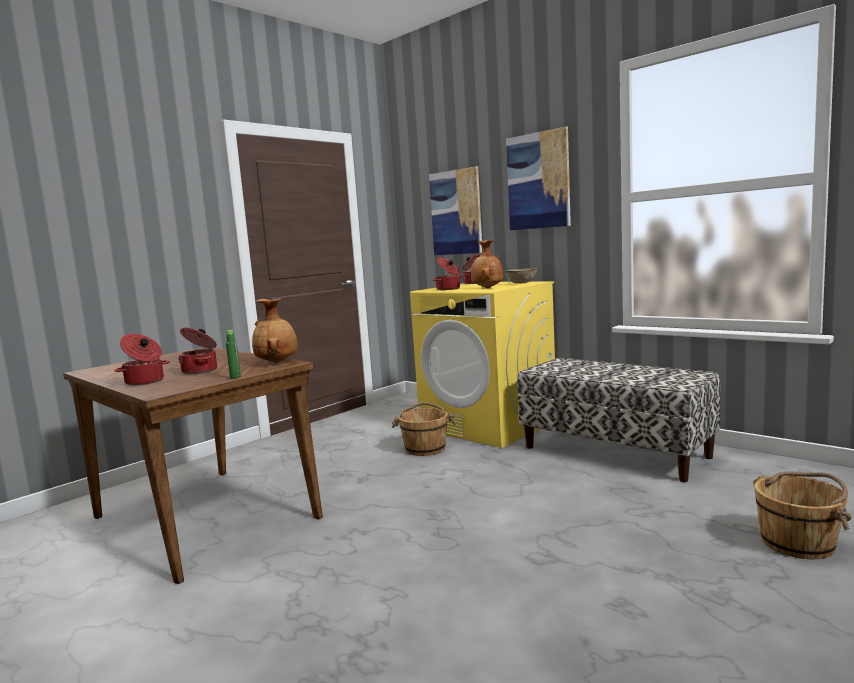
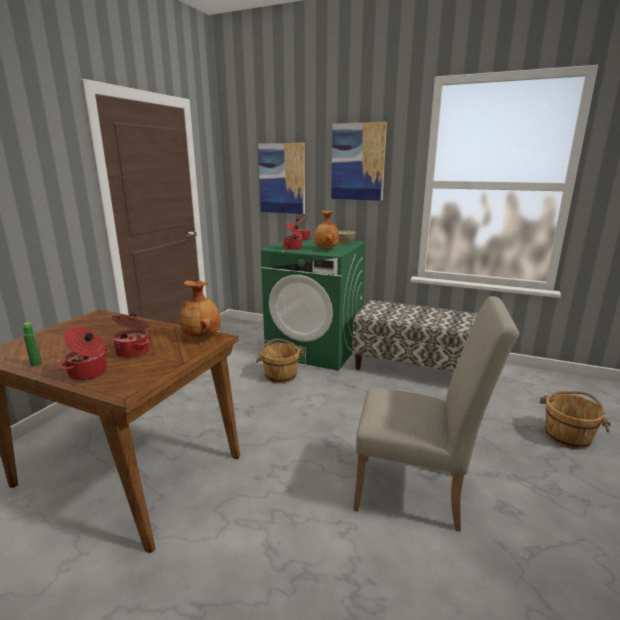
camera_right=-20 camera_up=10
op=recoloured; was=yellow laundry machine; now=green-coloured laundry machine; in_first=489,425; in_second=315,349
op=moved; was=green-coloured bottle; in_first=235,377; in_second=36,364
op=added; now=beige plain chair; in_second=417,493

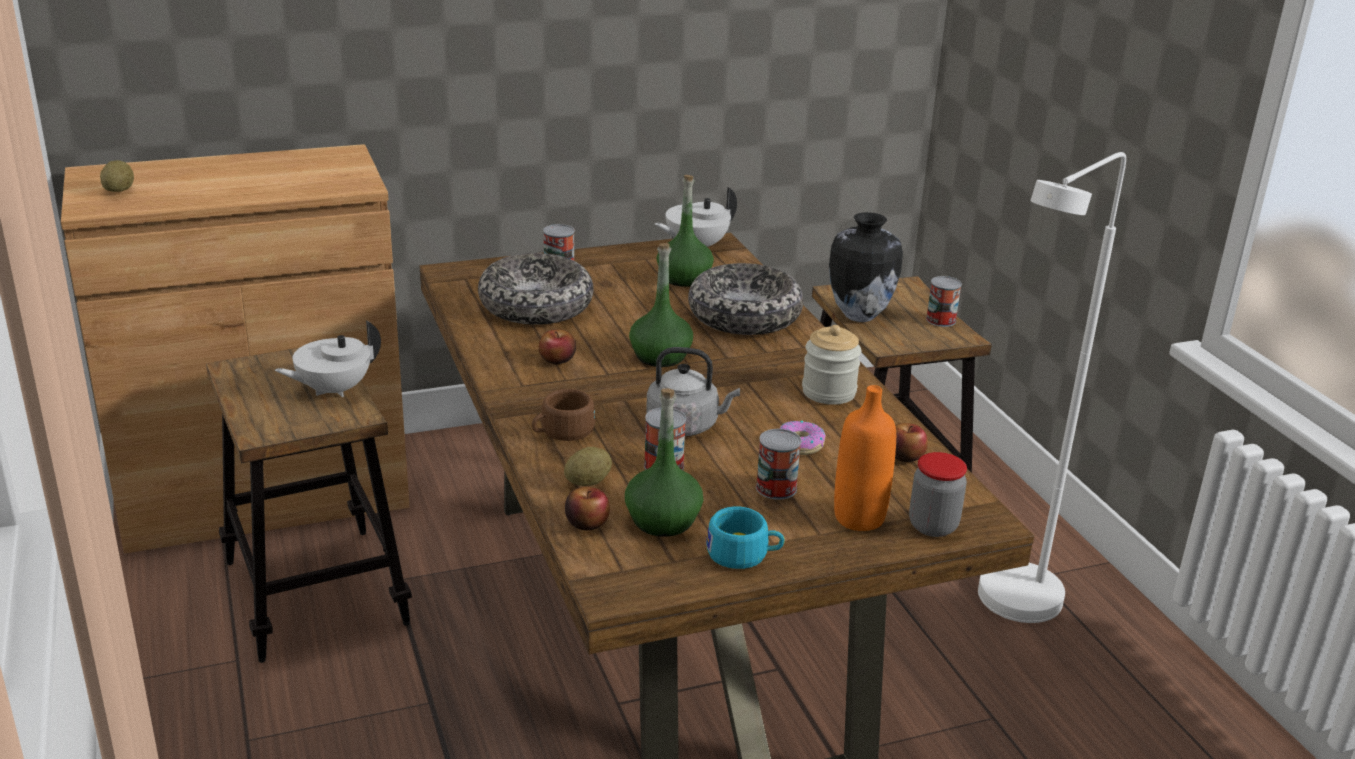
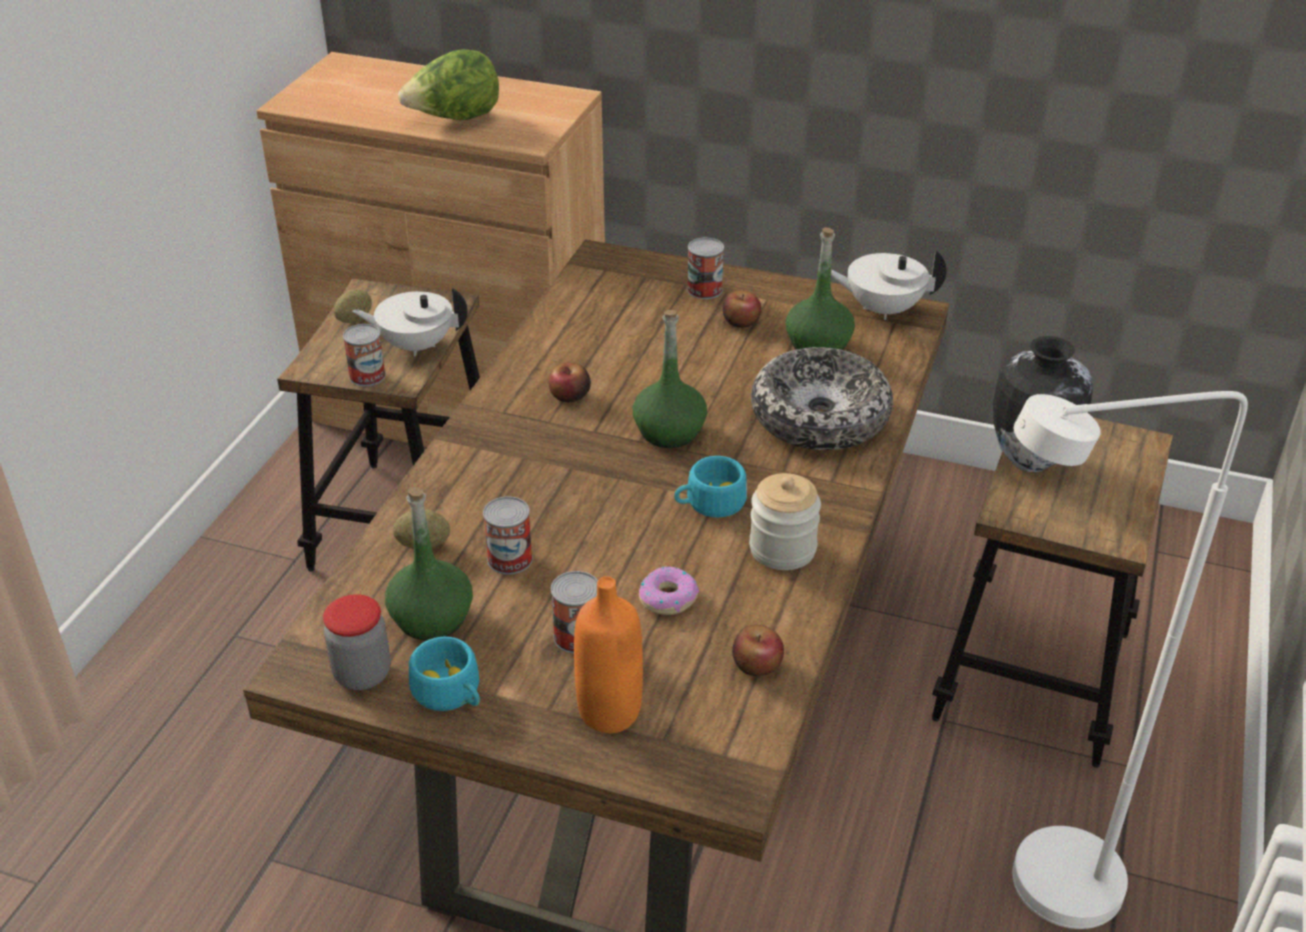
camera_right=40 camera_up=10
op=moved; was=potato; in_first=119,191; in_second=354,319
op=removed; was=serving bowl; in_first=536,305
op=moved; was=can; in_first=941,320; in_second=367,376
op=removed; was=gray kettle; in_first=686,426
op=removed; was=brown drinking cup; in_first=562,432
op=moved; was=jar; in_first=933,526; in_second=362,674
op=moved; was=apple; in_first=587,523; in_second=741,321
op=added; now=head of lettuce; in_second=455,119
op=added; now=turquoise-coloured drinking cup; in_second=709,503

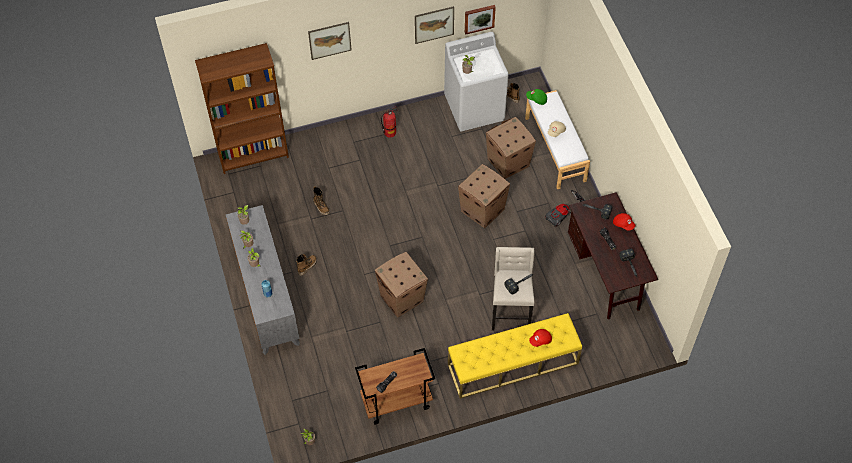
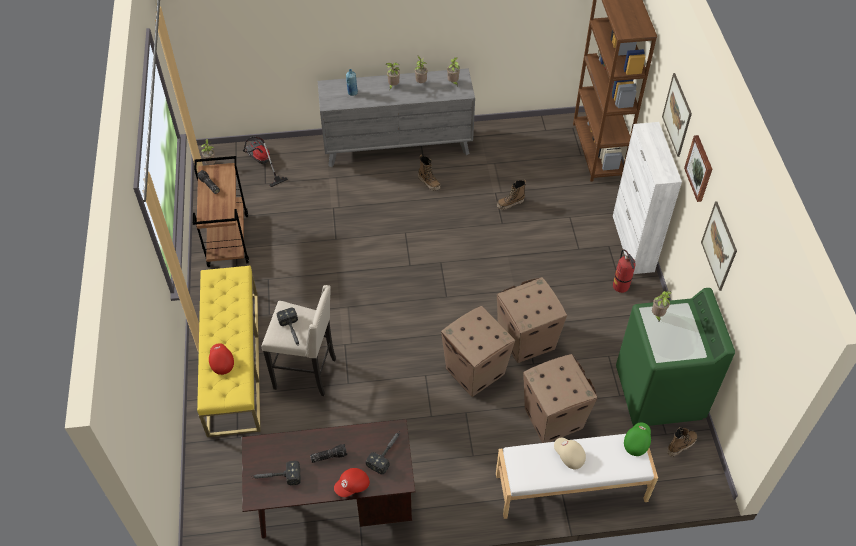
camera_right=100 camera_up=-5
op=moved; was=wall art; in_first=479,18; in_second=700,168
op=recoloured; was=white-coloured laundry machine; now=green-coloured laundry machine; in_first=475,108; in_second=659,393
op=moved; was=vacuum cleaner; in_first=564,214; in_second=262,163
op=moved; was=cardboard box; in_first=402,298; in_second=525,340
op=added; now=white-coloured cupboard; in_second=633,243

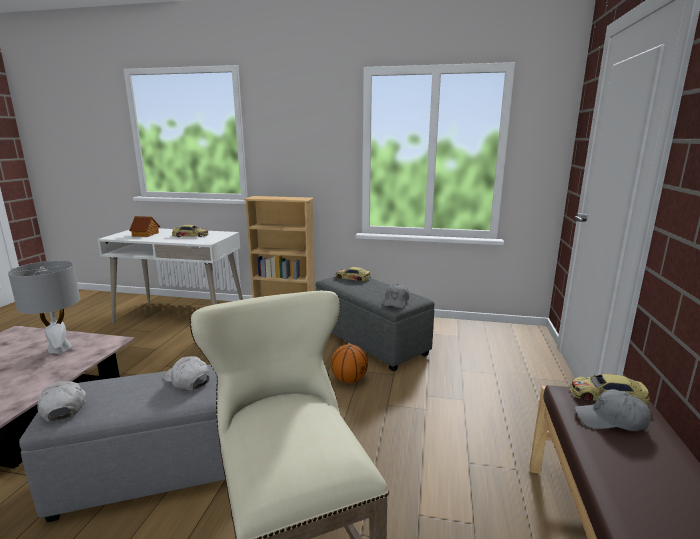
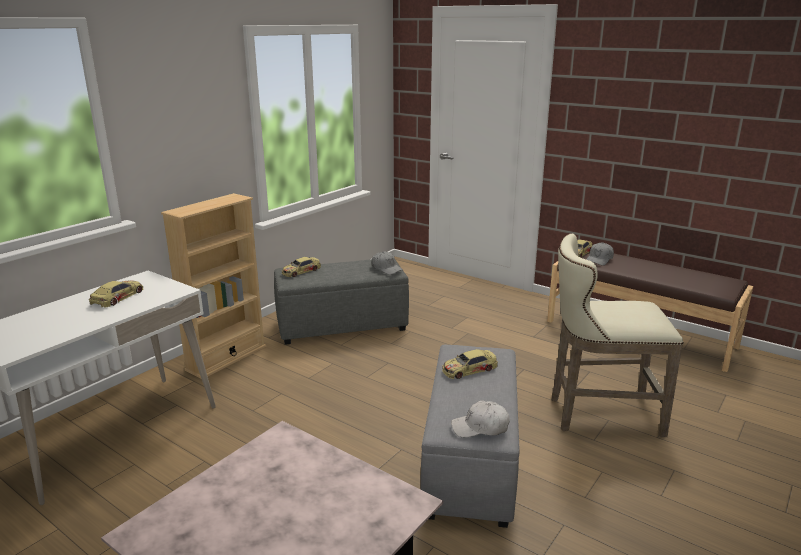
camera_right=-65 camera_up=5
op=removed; was=model house; in_first=146,234
op=removed; was=gray table lamp; in_first=59,349
op=removed; was=basketball ball; in_first=349,380
op=replaced; was=white-coloured baseball cap; now=model car; in_first=187,380; in_second=469,369

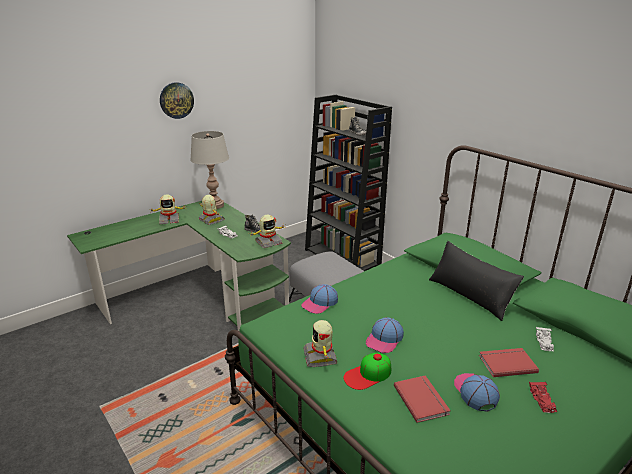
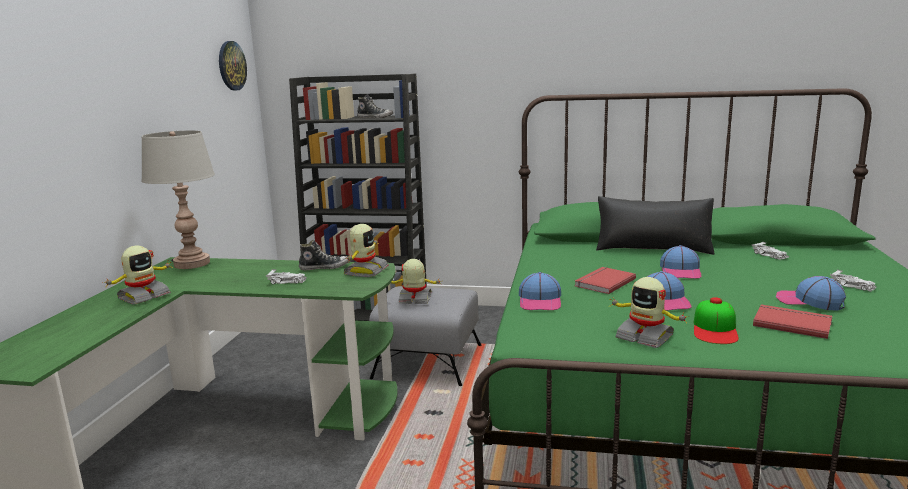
camera_right=-40 camera_up=-10
op=moved; was=hanging clock; in_first=176,100; in_second=231,65
op=moved; was=toy robot; in_first=211,220; in_second=415,299
op=moved; was=reddish bound book; in_first=506,363; in_second=603,282
op=recoloured; was=reddish model car; now=white-coloured model car; in_first=542,400; in_second=853,286
op=added; now=baseball cap; in_second=680,271

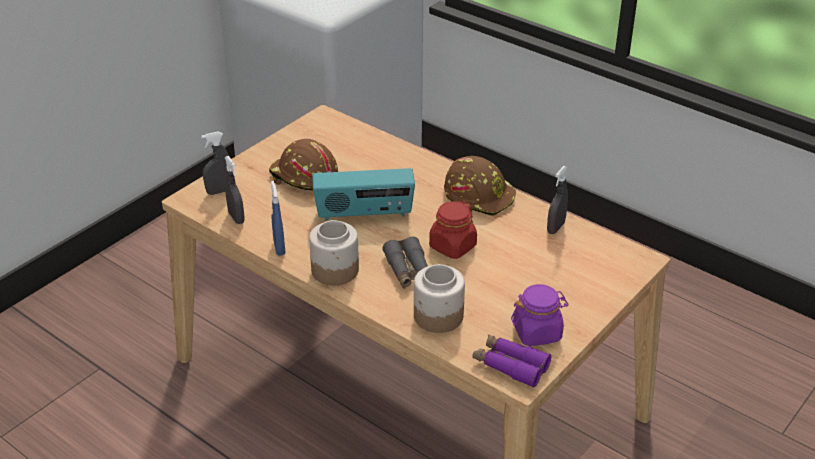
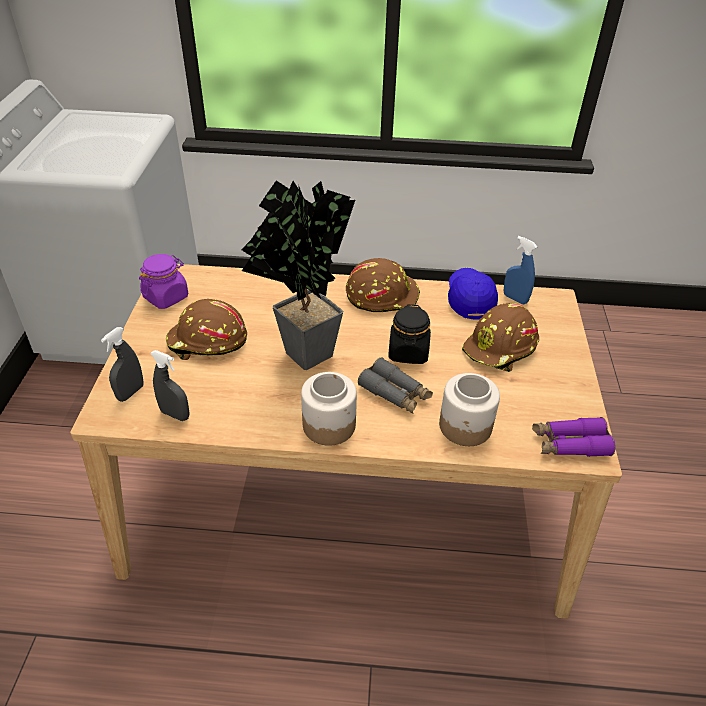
camera_right=-35 camera_up=5
op=replaced; was=gray spray bottle; now=bluish baseball cap; in_first=555,228; in_second=469,299
op=replaced; was=radio set; now=houseplant; in_first=364,214; in_second=300,354
op=moved; was=bluish spray bottle; in_first=279,248; in_second=515,298
op=recoloured; was=reddish jar; now=blackish jar; in_first=452,246; in_second=408,352
op=moved; was=purplish jar; in_first=537,332; in_second=166,297
op=added; now=brown work helmet; in_second=501,348

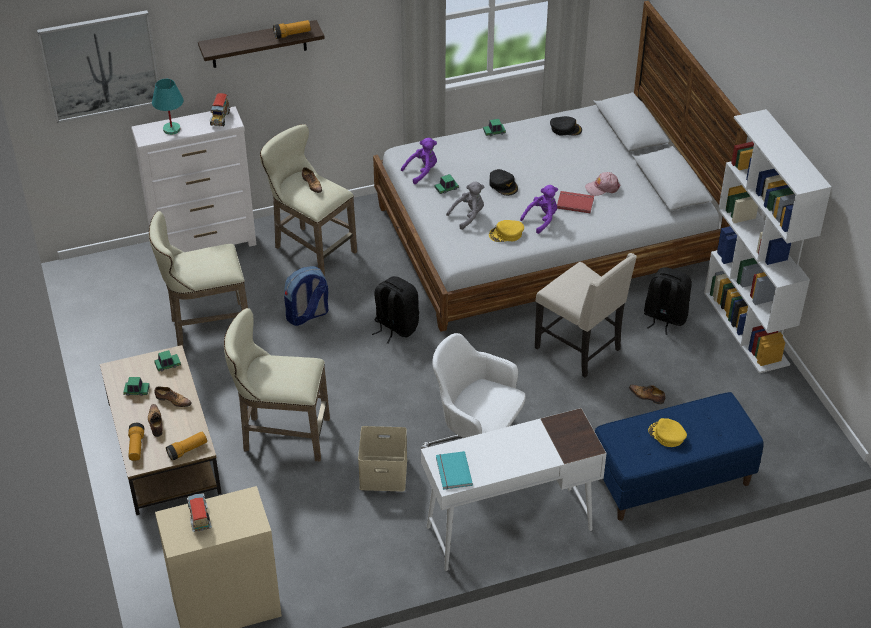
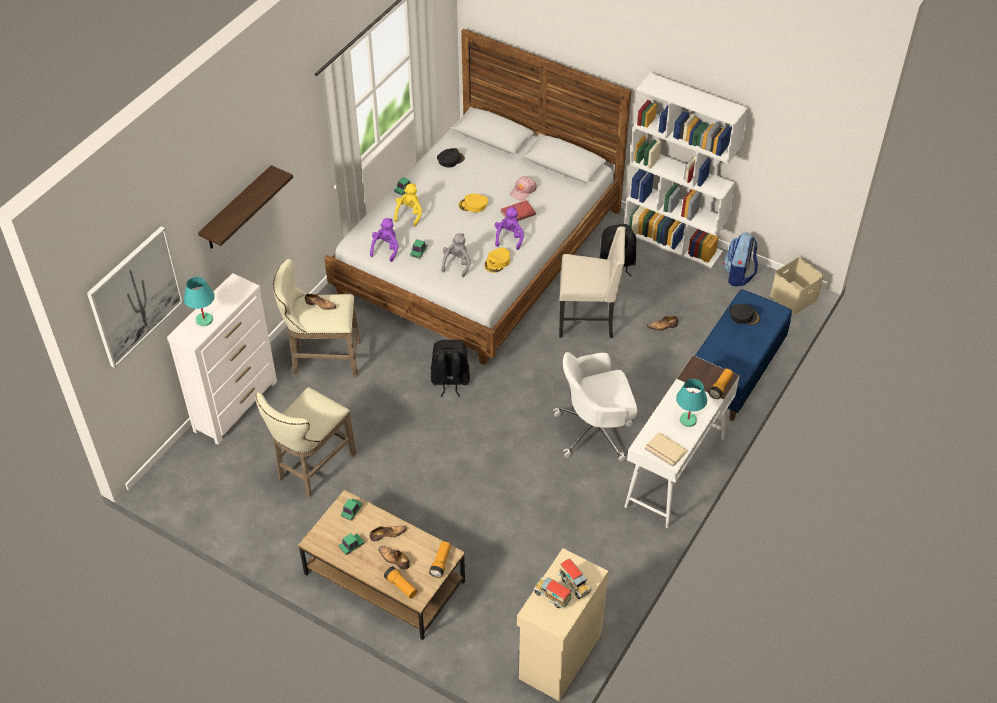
camera_right=-40 camera_up=5
op=moved; was=hand torch; in_first=292,34; in_second=720,387
op=moved; was=model truck; in_first=220,119; in_second=574,585
op=moved; was=blackish baseball cap; in_first=503,185; in_second=744,316
op=moved; was=backpack; in_first=307,316; in_second=738,275
op=removed; was=beige sitting stool; in_first=281,436
op=moved; was=yellow baseball cap; in_first=666,435; in_second=473,205
op=moved; was=beige storage bin; in_first=382,474; in_second=794,298
op=recoloured; was=turquoise-coloured bound book; now=beige bound book; in_first=452,472; in_second=665,451
op=added; now=yellow soft toy; in_second=409,214
op=added; now=turquoise-coloured table lamp; in_second=688,420

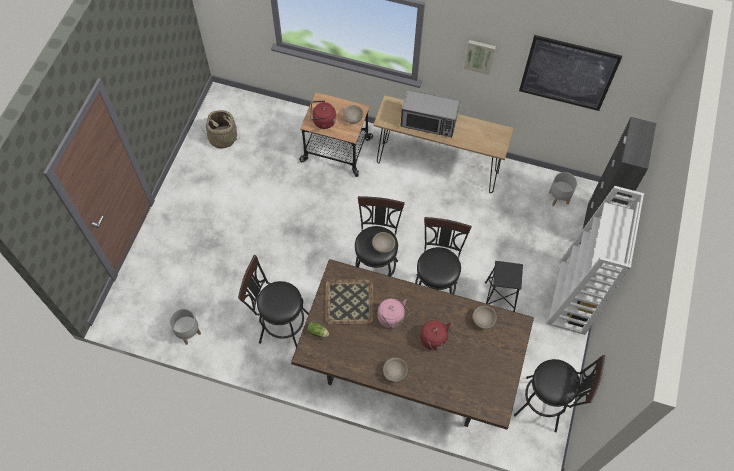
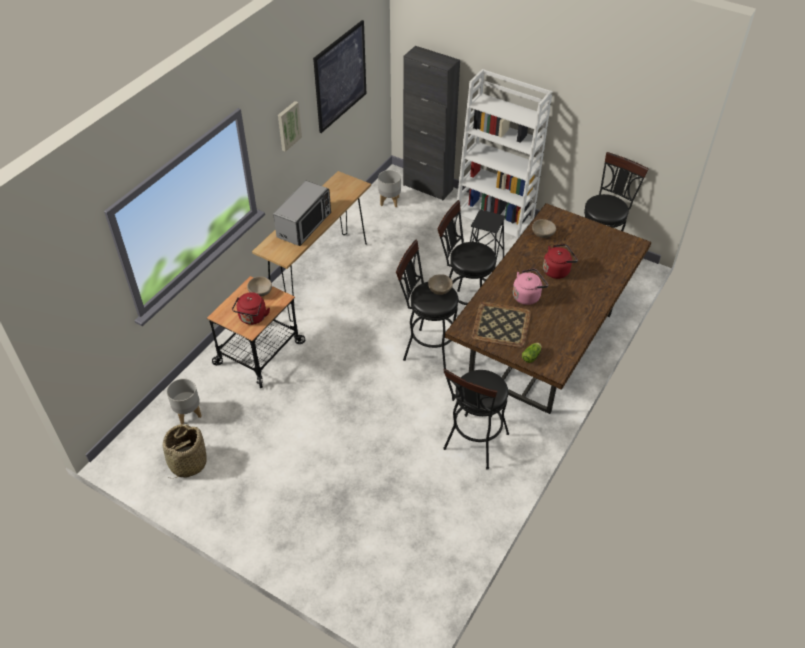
camera_right=-75 camera_up=-15
op=moved; was=gray planter; in_first=188,332; in_second=188,413
op=removed; was=beige serving bowl; in_first=394,372

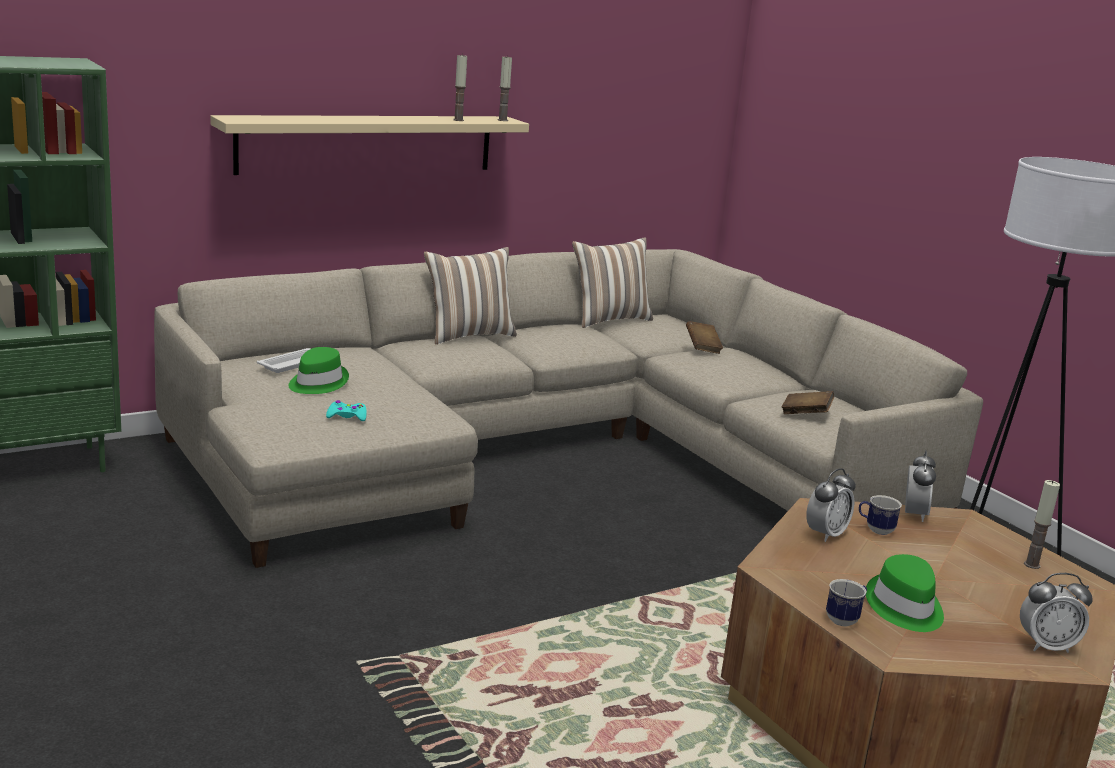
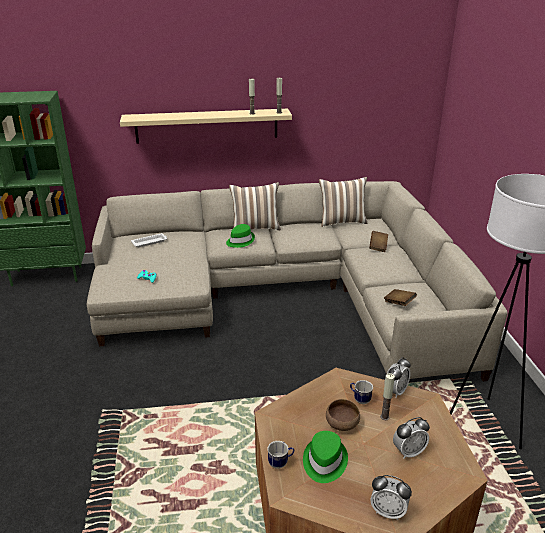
camera_right=25 camera_up=10
op=moved; was=green-coloured clothing hat; in_first=317,383; in_second=240,241
op=moved; was=alarm clock; in_first=825,534; in_second=408,452
op=moved; was=wax light; in_first=1032,565; in_second=384,417
op=added; now=brown serving bowl; in_second=342,425

